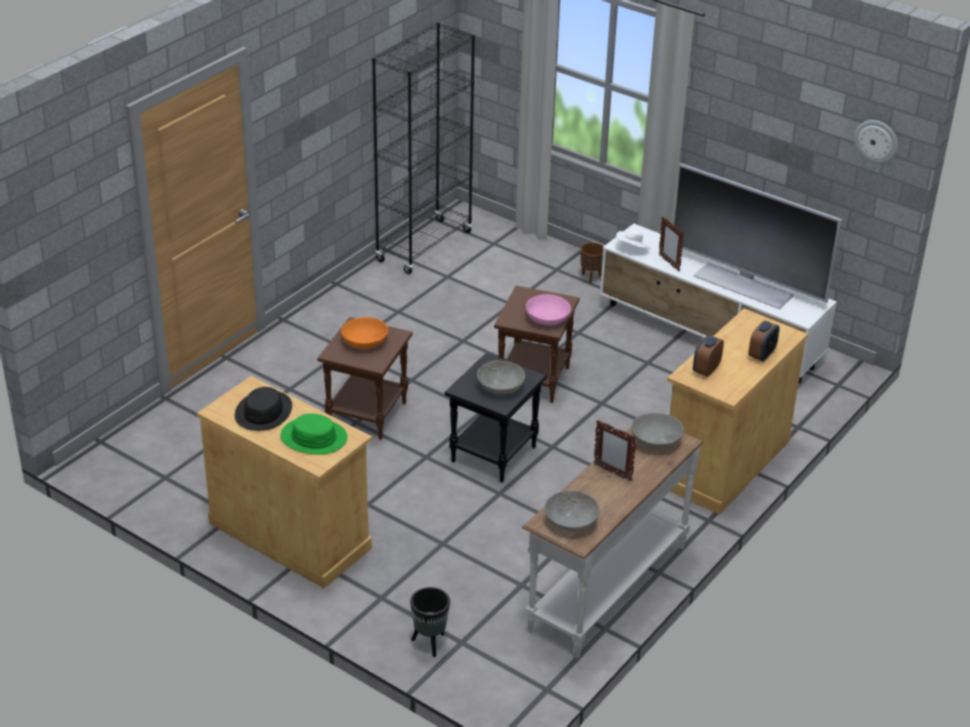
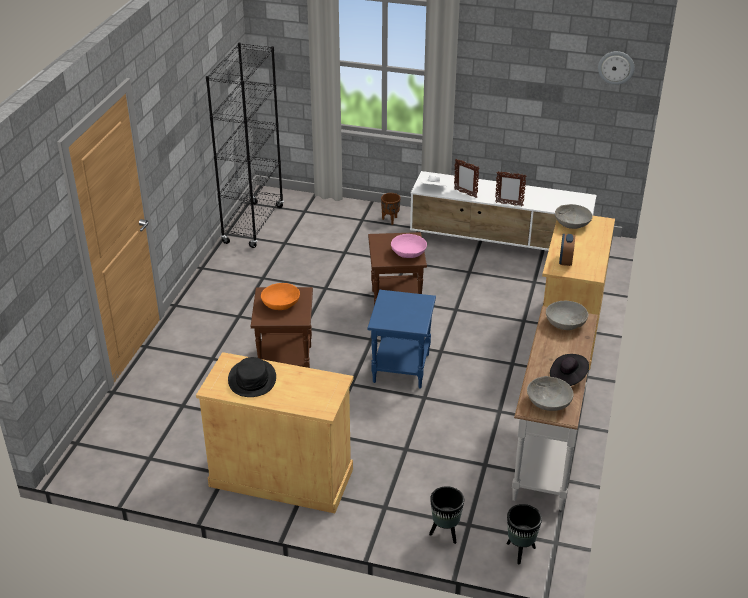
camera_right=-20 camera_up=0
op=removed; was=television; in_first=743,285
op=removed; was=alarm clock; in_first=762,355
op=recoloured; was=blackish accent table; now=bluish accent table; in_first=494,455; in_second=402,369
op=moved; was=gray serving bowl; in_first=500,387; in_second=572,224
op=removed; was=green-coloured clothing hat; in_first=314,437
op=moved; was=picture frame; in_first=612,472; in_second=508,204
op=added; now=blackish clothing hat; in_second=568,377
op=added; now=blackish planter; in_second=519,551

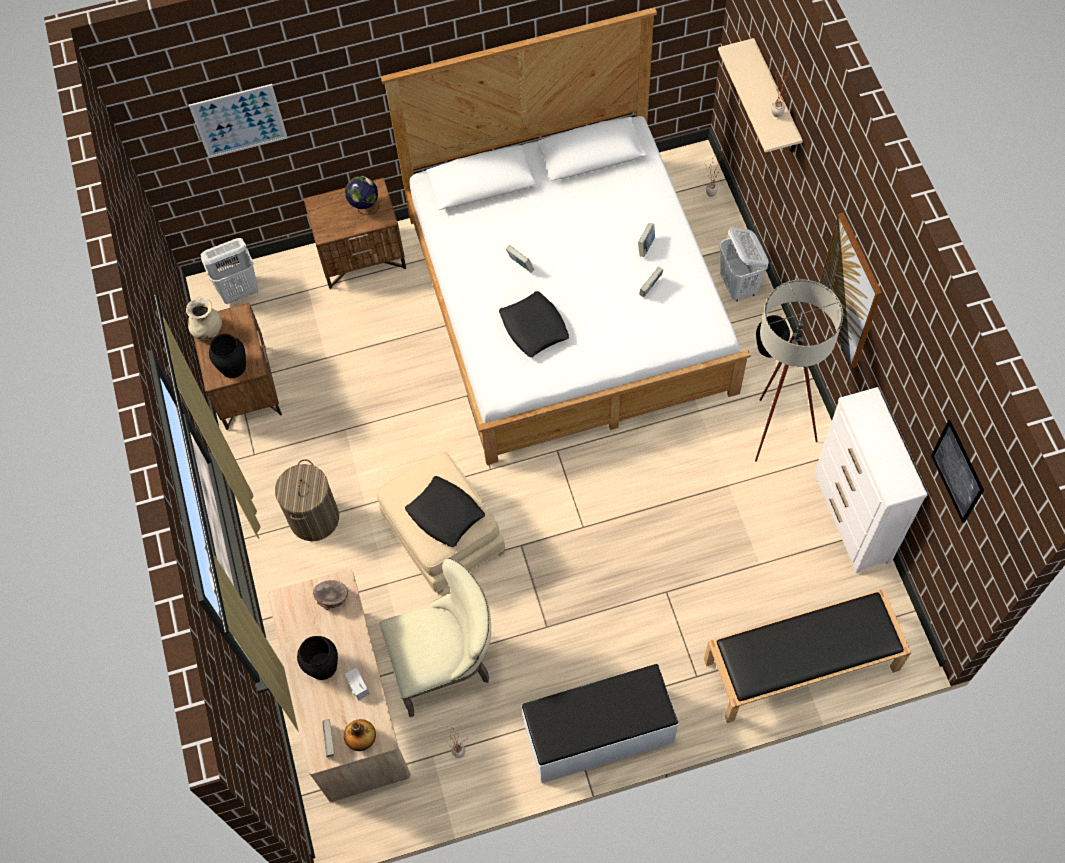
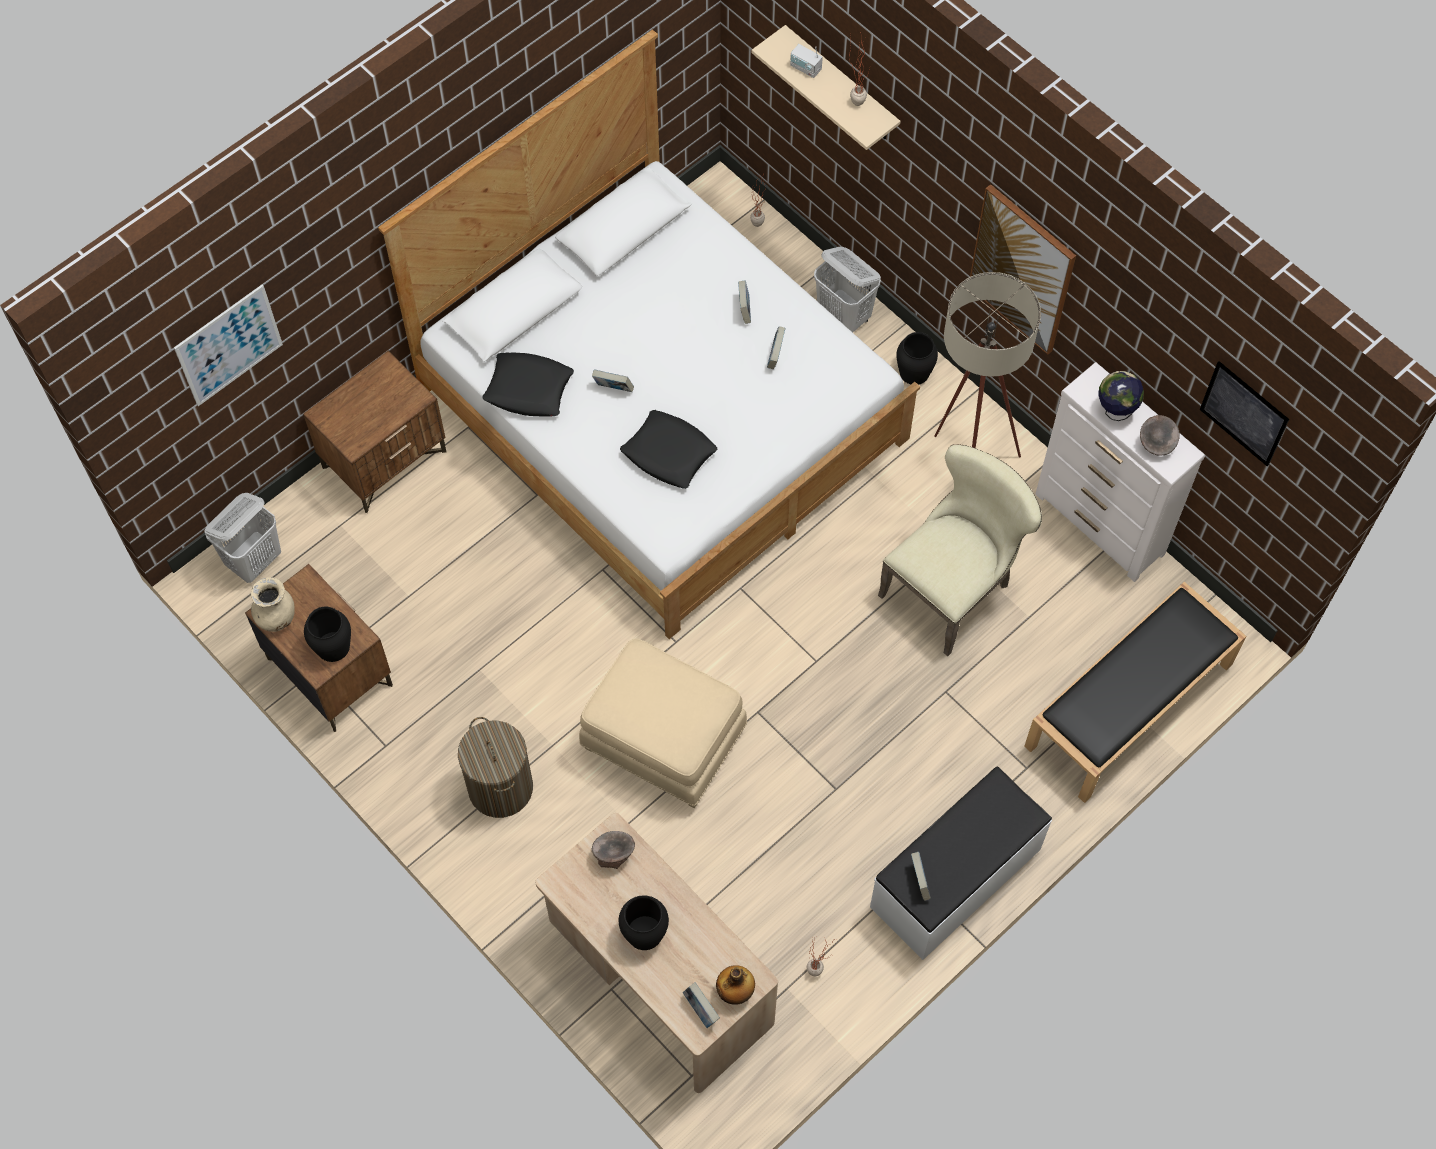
camera_right=-30 camera_up=0
op=moved; was=world globe; in_first=364,207; in_second=1115,411
op=moved; was=blackish throw pillow; in_first=445,514; in_second=529,389
op=moved; was=beige plain chair; in_first=446,663; in_second=952,588
op=moved; was=radio set; in_first=358,687; in_second=805,68
op=added; now=gray serving bowl; in_second=1156,444
op=added; now=bound book; in_second=919,881

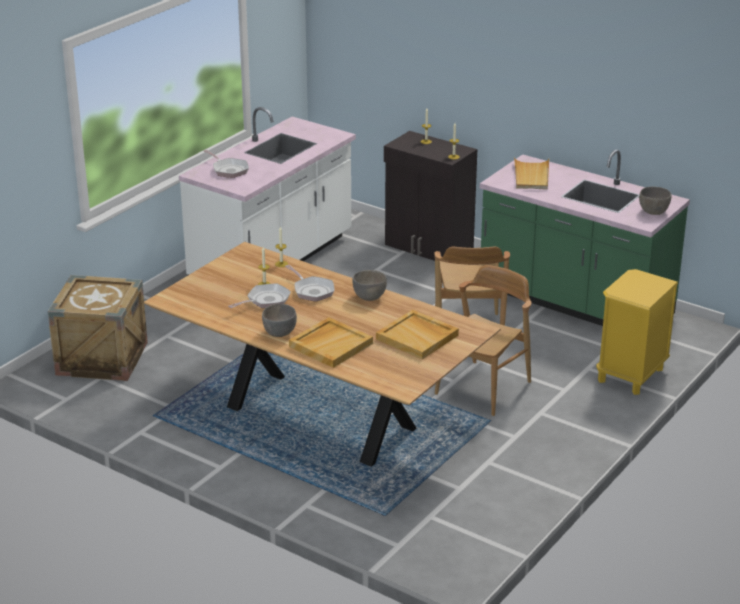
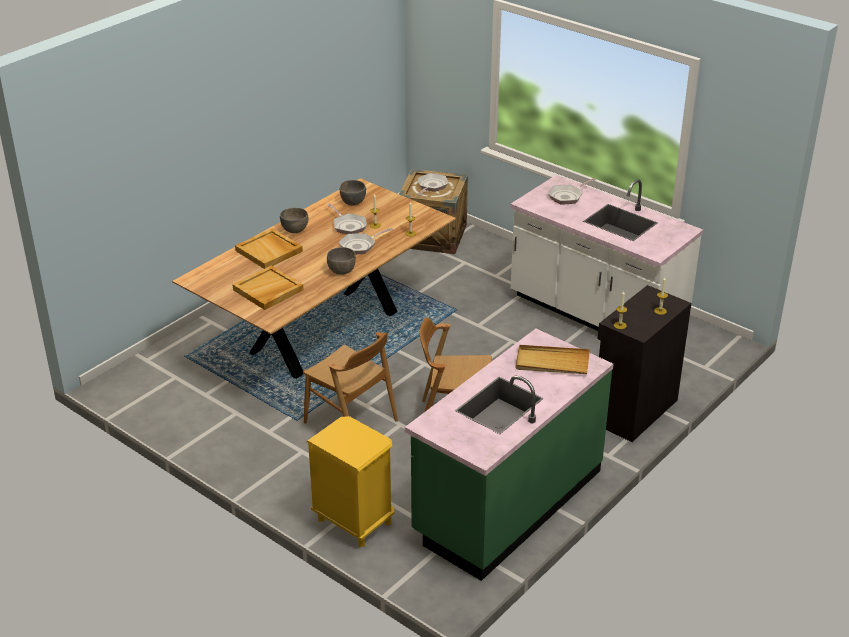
camera_right=95 camera_up=5
op=moved; was=gray serving bowl; in_first=653,212; in_second=353,202
op=added; now=skillet; in_second=431,186

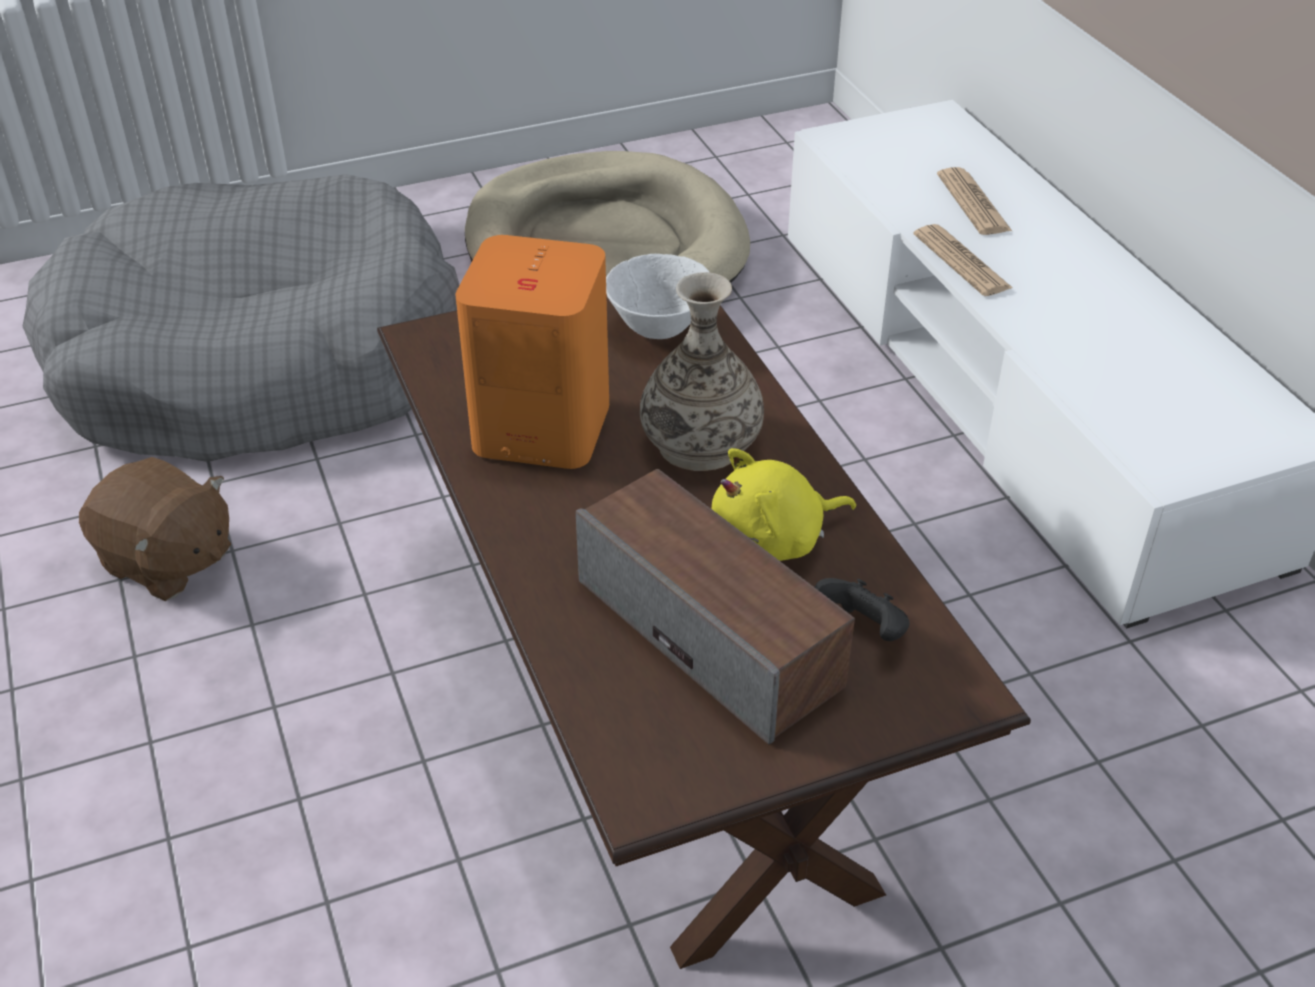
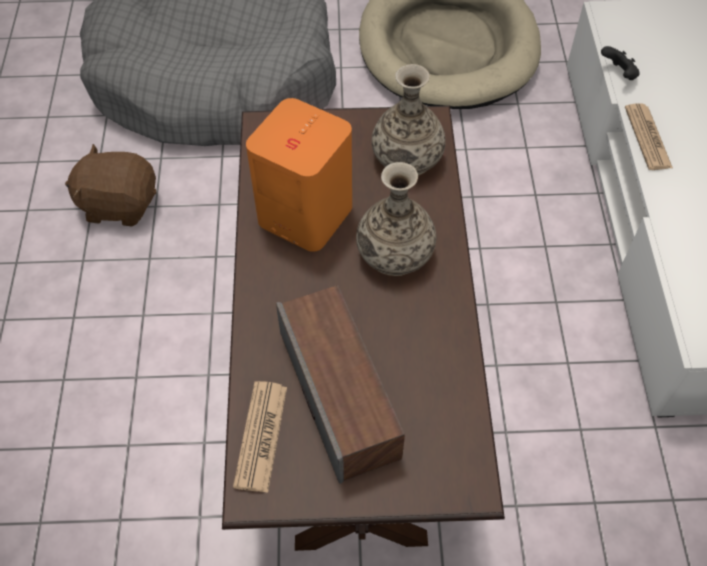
camera_right=20 camera_up=15
op=moved; was=printed paper; in_first=973,203; in_second=261,436
op=replaced; was=white-coloured serving bowl; now=flower vase; in_first=658,329; in_second=406,158
op=removed; was=yellow soft toy; in_first=774,538
op=turned; was=brown soft toy; in_first=167,562; in_second=119,204; clockwise=135
op=moved; was=blackish joypad; in_first=864,630; in_second=618,74

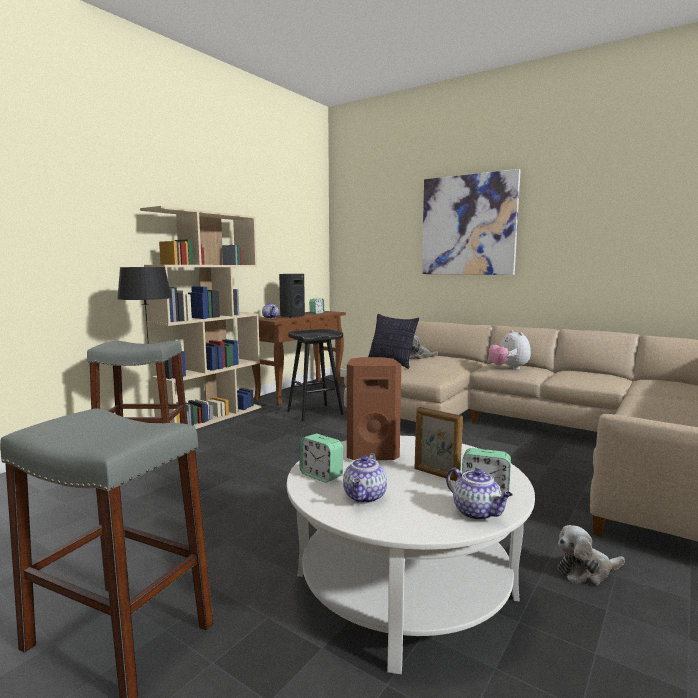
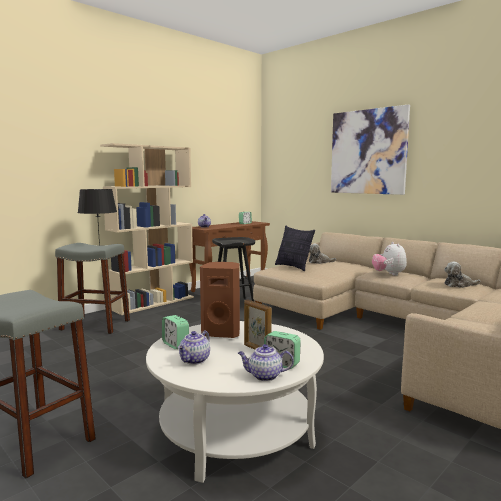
camera_right=10 camera_up=0
op=removed; was=blackish loudspeaker; in_first=291,316
op=turned; was=pot for tea; in_first=477,513; in_second=264,376; clockwise=120
op=moved; was=soft toy; in_first=586,571; in_second=459,285

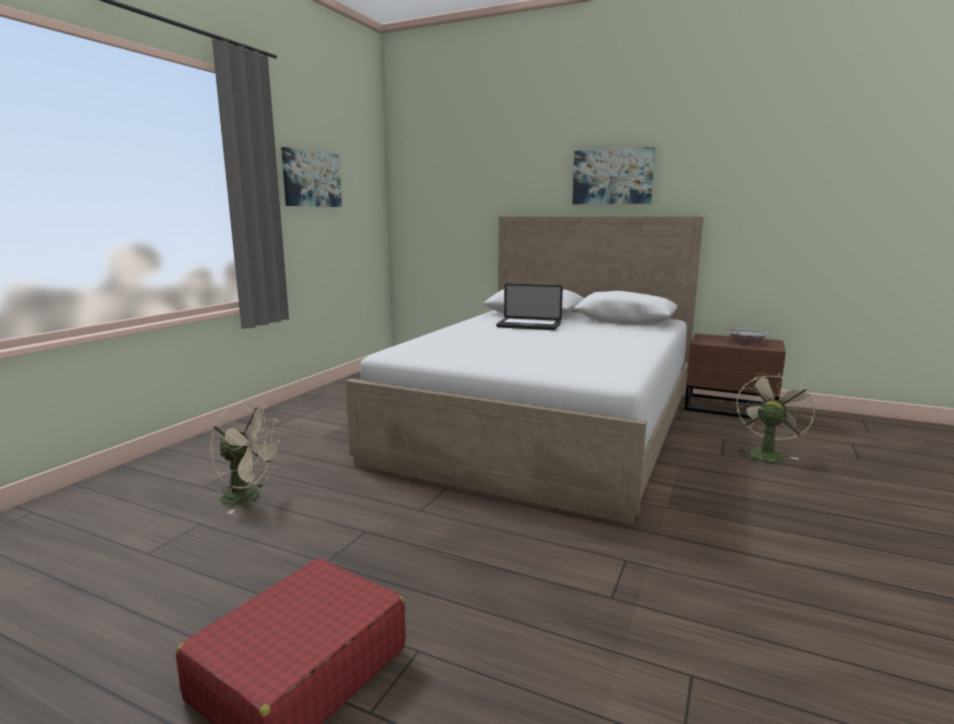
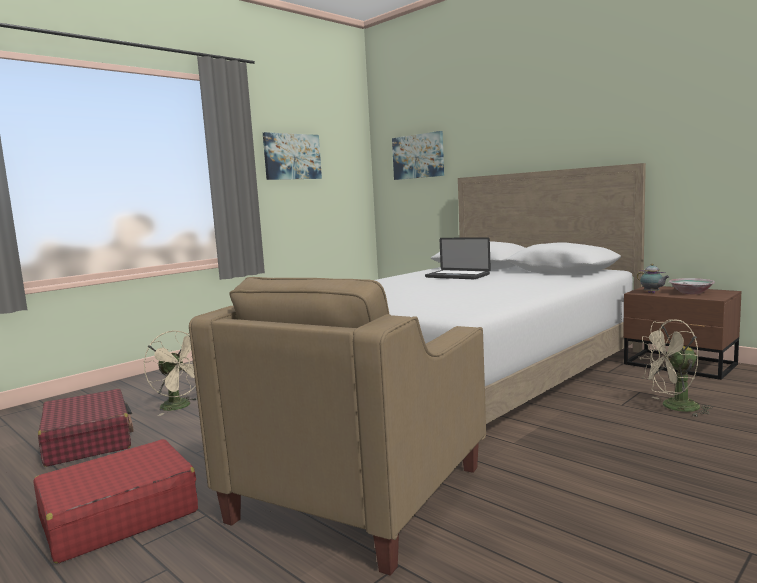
camera_right=20 camera_up=-5
op=moved; was=wall art; in_first=612,177; in_second=418,156
op=turned; was=beige electric fan; in_first=766,454; in_second=674,407; clockwise=-150
op=added; now=pot for tea; in_second=652,293
op=added; now=beige armchair; in_second=358,493
op=added; now=reddish piece of luggage; in_second=88,441

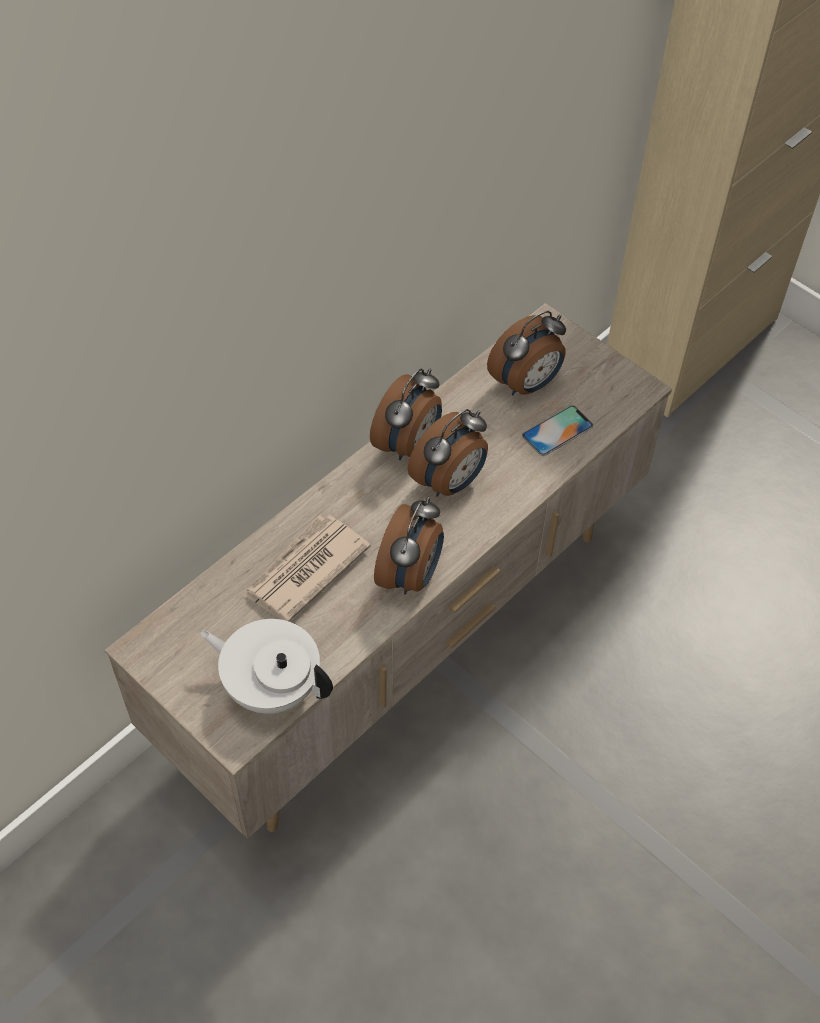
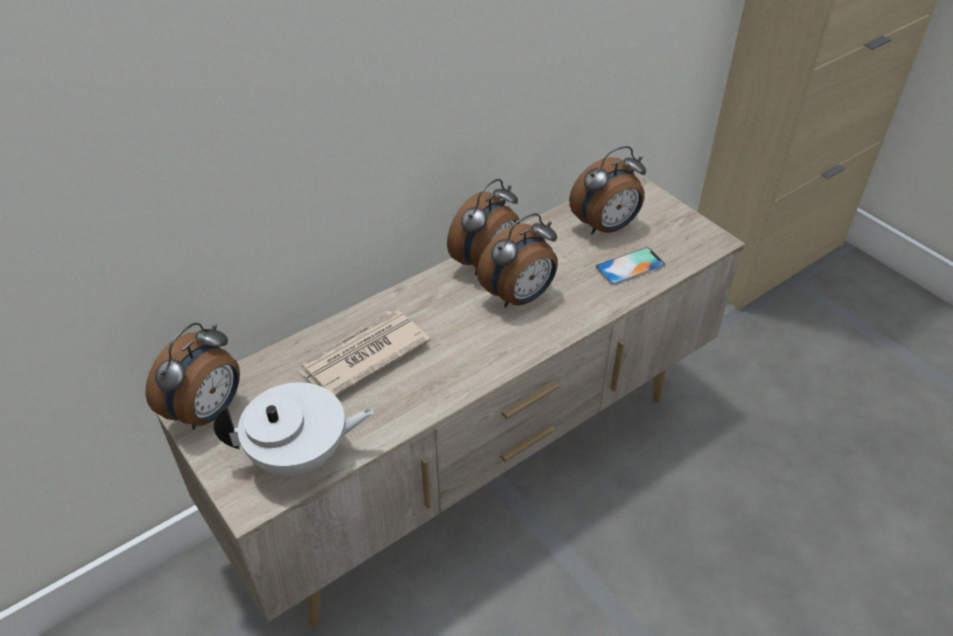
camera_right=10 camera_up=-10
op=moved; was=alarm clock; in_first=411,575; in_second=208,412
op=turned; was=white-coloured pot for tea; in_first=271,686; in_second=301,456; clockwise=135

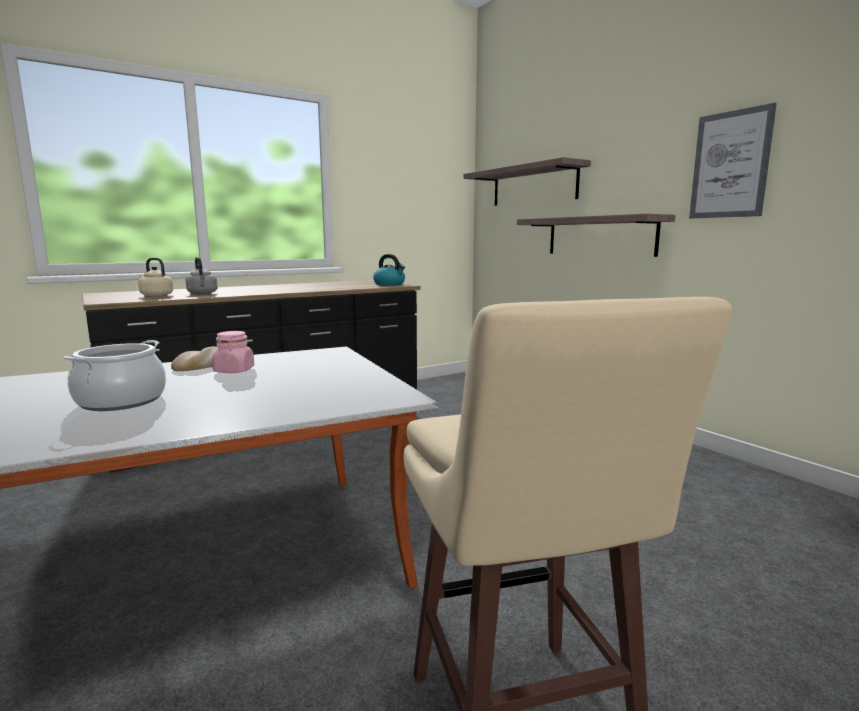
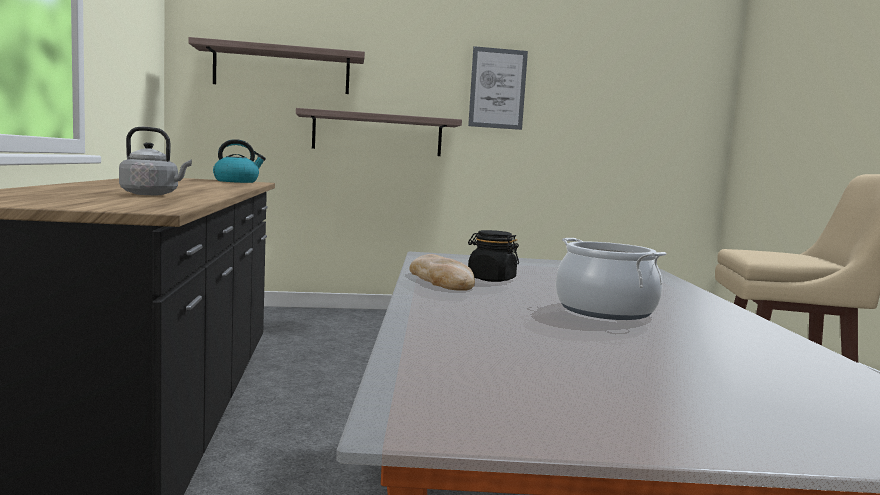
camera_right=-65 camera_up=-5
op=removed; was=beige kettle; in_first=155,295
op=recoloured; was=pink-coloured jar; now=blackish jar; in_first=234,370; in_second=491,279

